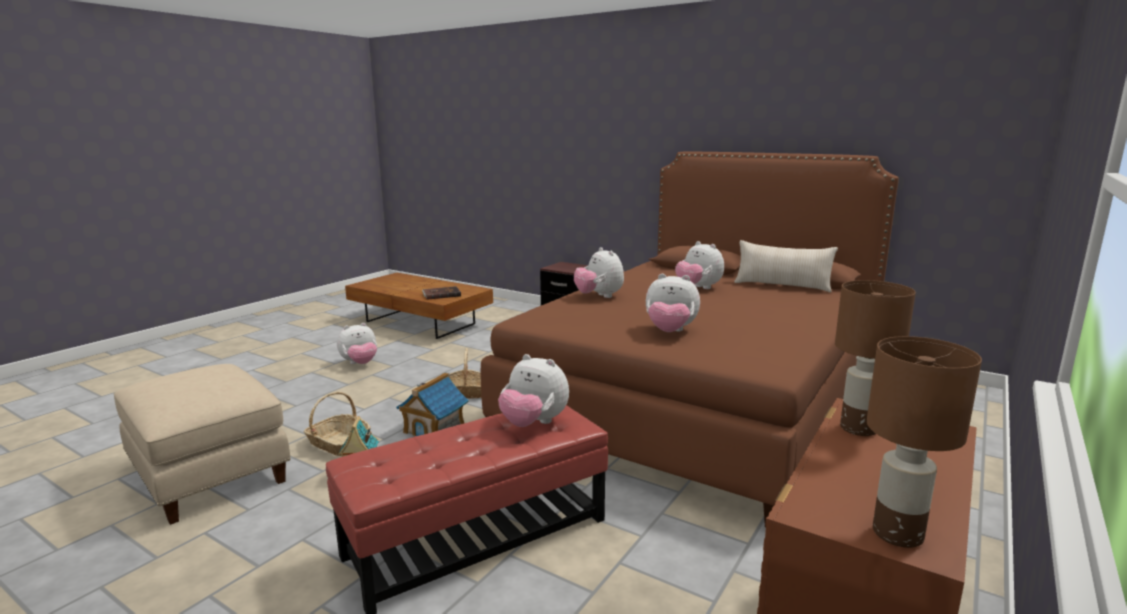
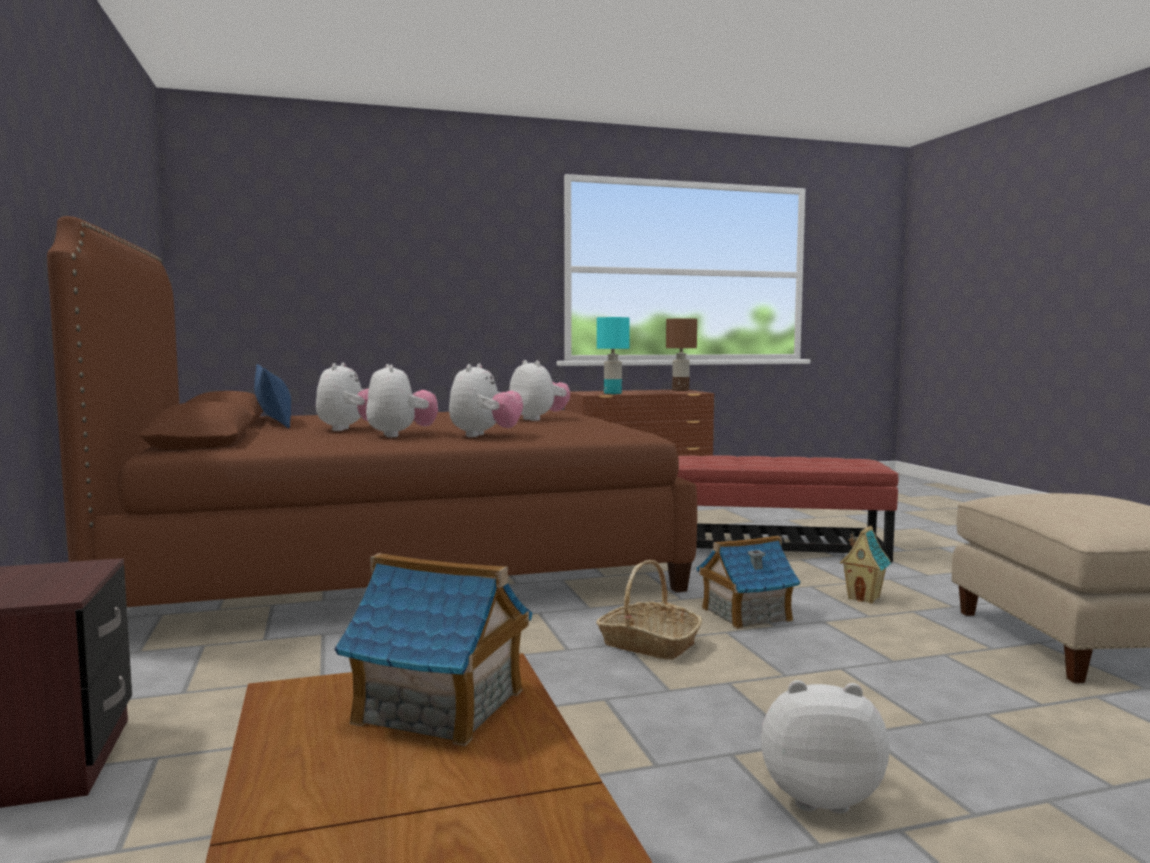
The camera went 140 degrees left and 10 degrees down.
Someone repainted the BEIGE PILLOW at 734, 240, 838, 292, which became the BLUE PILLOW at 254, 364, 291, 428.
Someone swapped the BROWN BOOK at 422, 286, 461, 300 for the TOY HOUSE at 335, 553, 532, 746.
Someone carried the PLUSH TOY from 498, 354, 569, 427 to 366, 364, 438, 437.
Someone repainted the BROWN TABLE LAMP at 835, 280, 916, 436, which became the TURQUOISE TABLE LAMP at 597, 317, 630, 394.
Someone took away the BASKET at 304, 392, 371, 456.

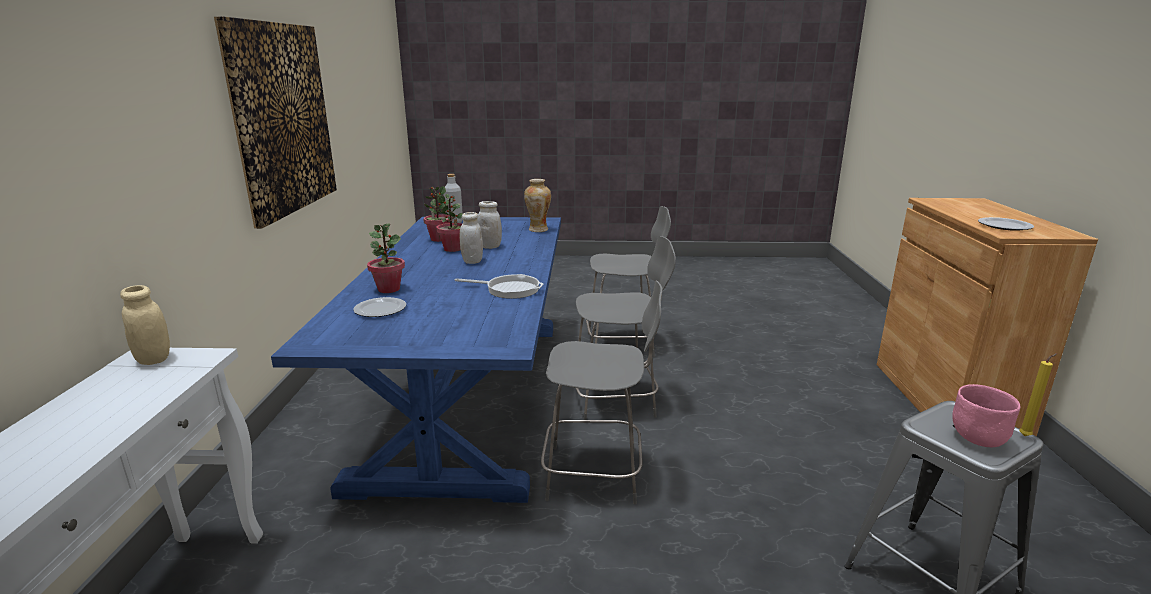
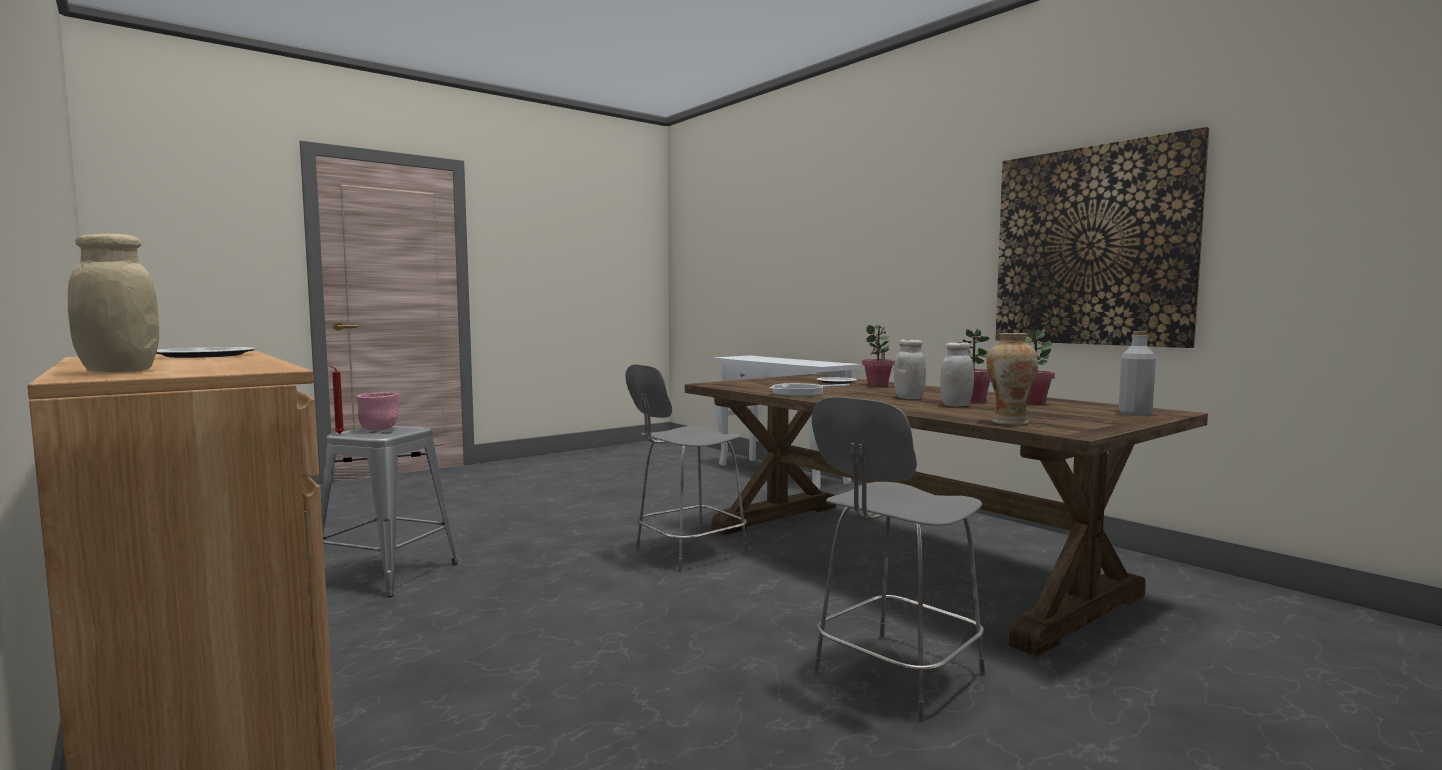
The camera went 140 degrees right and 15 degrees down.
Someone carried the BEIGE JAR from 120, 285, 170, 365 to 68, 234, 159, 372.
Someone repainted the YELLOW CANDLE at 1019, 353, 1058, 436, which became the RED CANDLE at 328, 365, 344, 434.
Someone repainted the BLUE DINING TABLE at 271, 217, 561, 503, which became the BROWN DINING TABLE at 685, 374, 1208, 657.
Someone took away the GREY CHAIR at 573, 236, 676, 420.

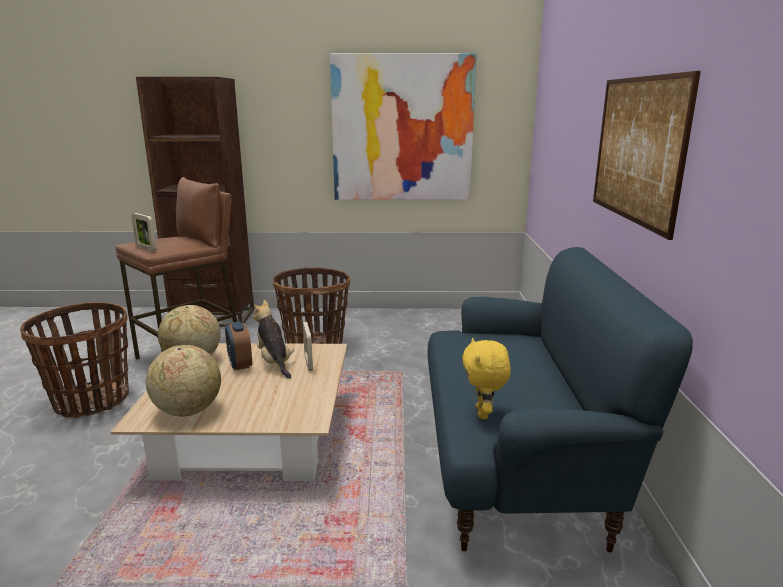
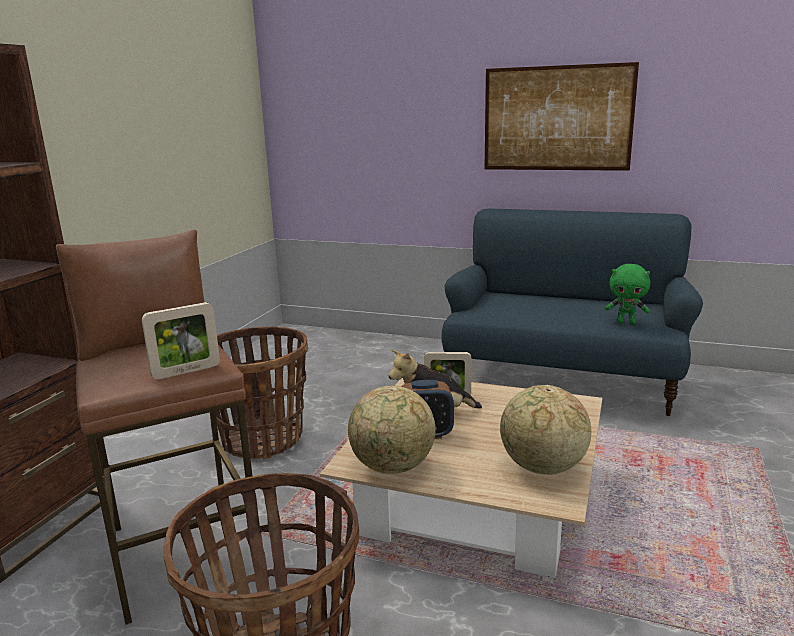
The camera went 70 degrees left and 0 degrees up.
Someone repainted the YELLOW PLUSH TOY at 462, 338, 511, 419, which became the GREEN PLUSH TOY at 605, 264, 651, 325.
Someone took away the PICTURE at 330, 53, 477, 200.

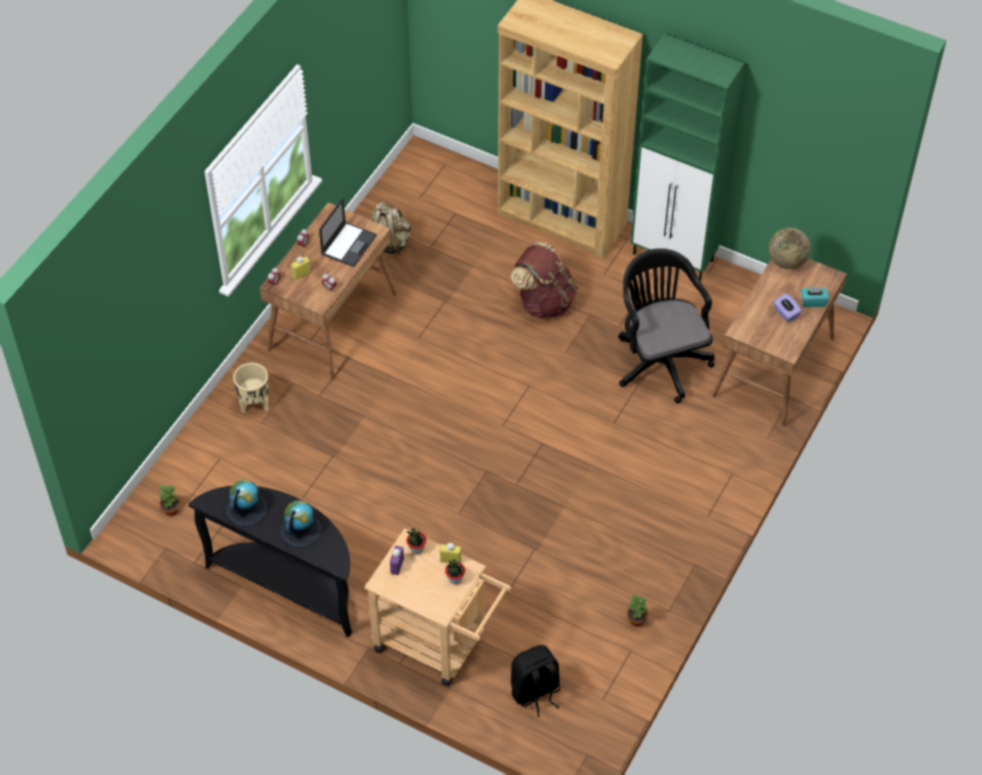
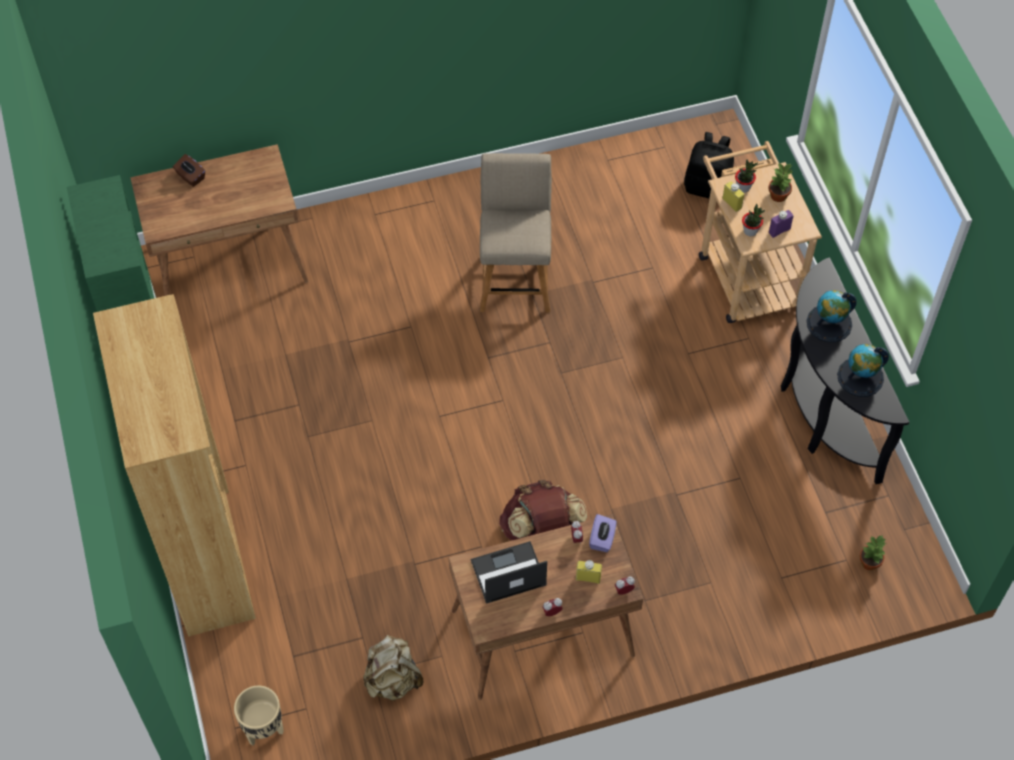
The camera went 135 degrees left and 5 degrees up.
Someone repainted the TURQUOISE TISSUE BOX at 801, 286, 829, 307, which became the BROWN TISSUE BOX at 173, 154, 205, 187.
Someone carried the BEIGE PLANTER from 233, 363, 269, 413 to 234, 685, 284, 746.
Someone put down the BEIGE CHAIR at 480, 153, 552, 312.
Someone carried the BROWN BACKPACK from 511, 242, 578, 319 to 499, 480, 587, 541.
Someone carried the PURPLE TISSUE BOX from 773, 293, 802, 323 to 589, 514, 617, 552.
Someone carried the POTTED PLANT from 627, 594, 648, 627 to 768, 163, 793, 202.
Someone took away the BLACK OFFICE CHAIR at 618, 248, 715, 403.
Someone took away the GLOBE at 769, 228, 811, 269.

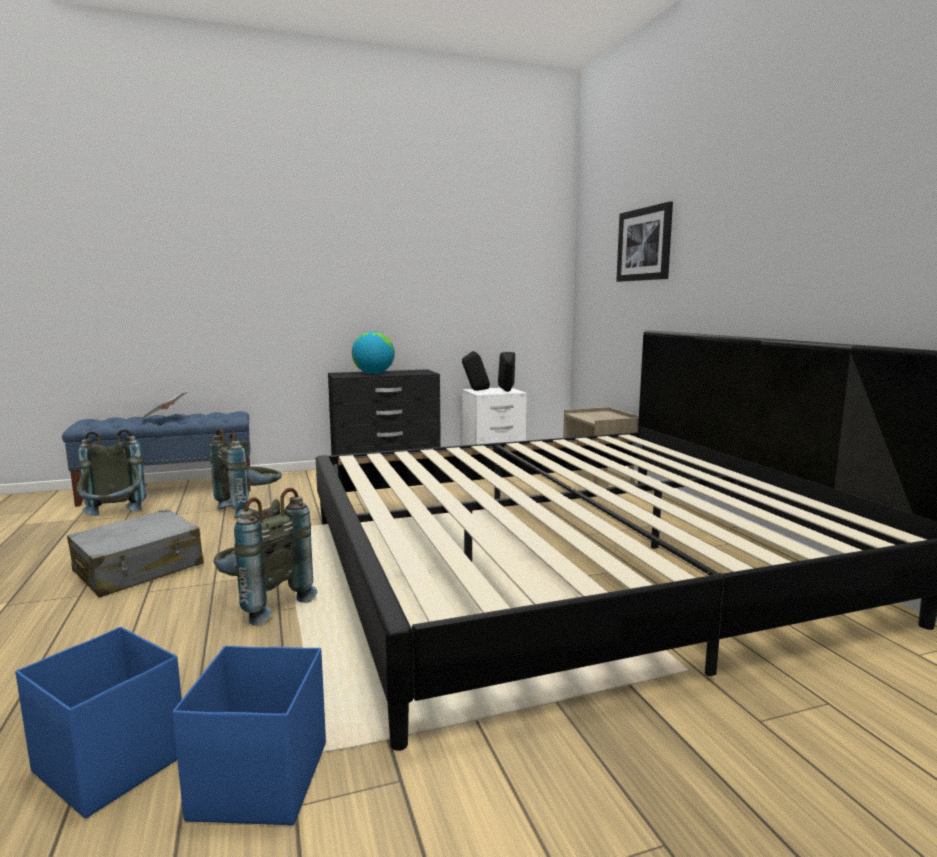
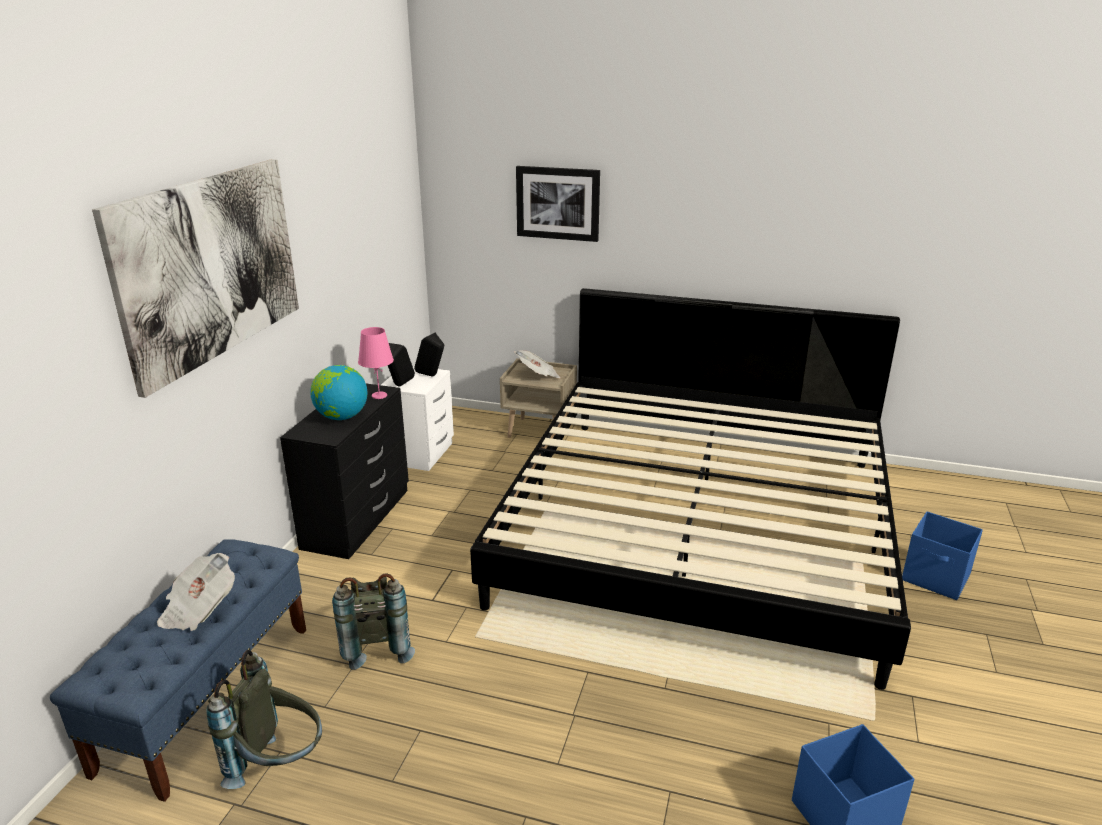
The camera went 55 degrees left and 15 degrees up.
Someone put up the PICTURE at 92, 159, 299, 398.
Someone put down the PINK TABLE LAMP at 358, 327, 394, 399.
Someone put down the NEWSPAPER at 514, 350, 560, 378.
Someone carried the BLUE STORAGE BOX from 172, 646, 326, 825 to 902, 511, 983, 600.
Someone took away the GREY SUITCASE at 67, 509, 204, 598.
Someone took away the GREY BACKPACK at 214, 488, 318, 625.

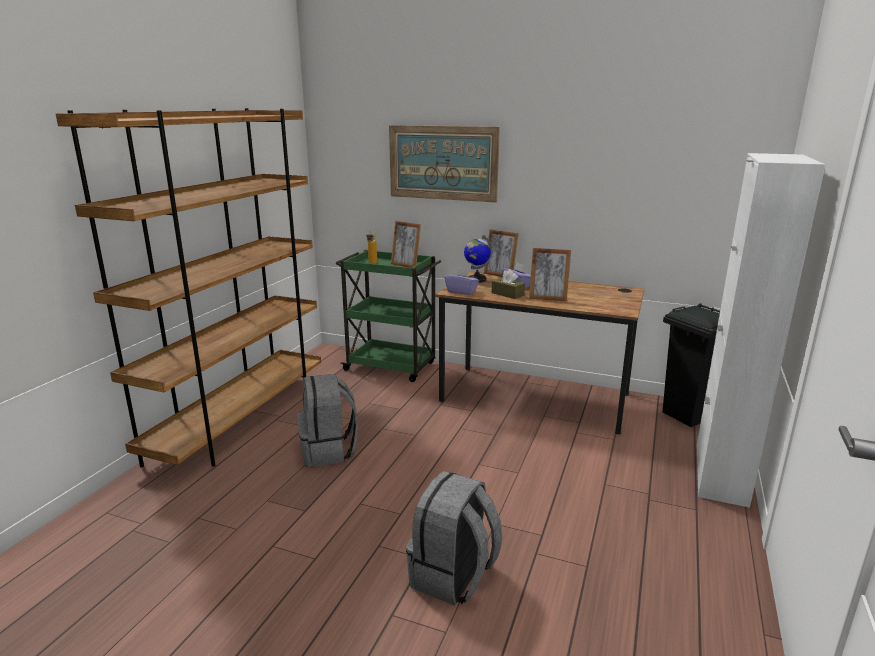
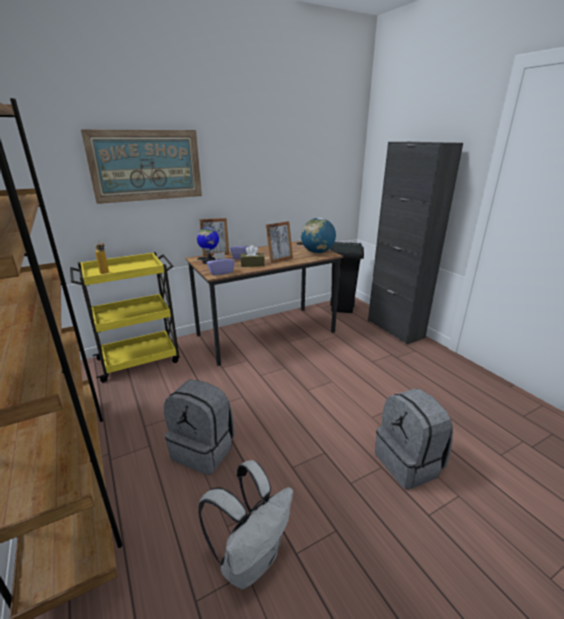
The camera went 50 degrees left and 5 degrees up.
Someone repainted the GREEN CART at 336, 250, 441, 382, which became the YELLOW CART at 70, 252, 180, 382.
Someone put down the WHITE BACKPACK at 198, 460, 293, 589.
Someone put down the GLOBE at 301, 218, 336, 253.
Someone repainted the WHITE CABINET at 697, 153, 826, 508, which became the BLACK CABINET at 368, 142, 463, 344.
Someone took away the PICTURE FRAME at 391, 221, 421, 268.

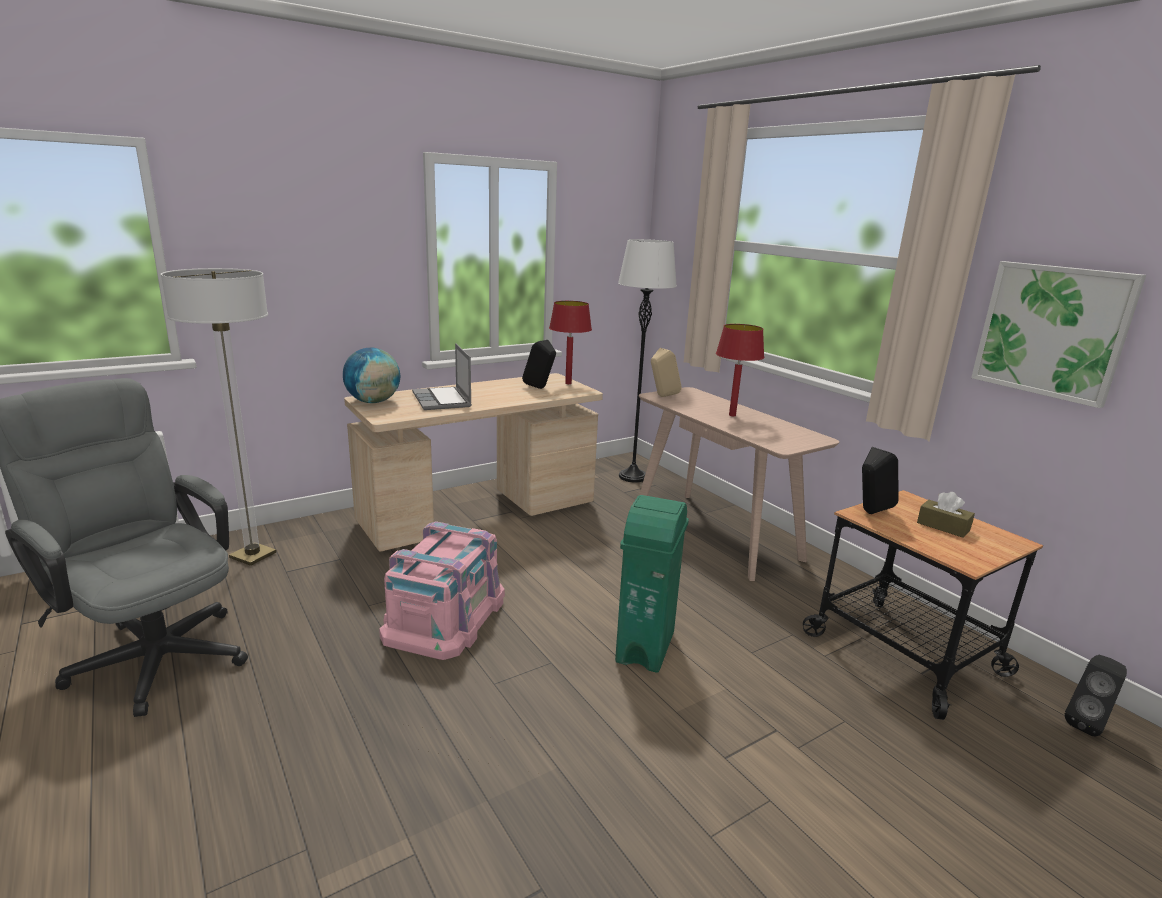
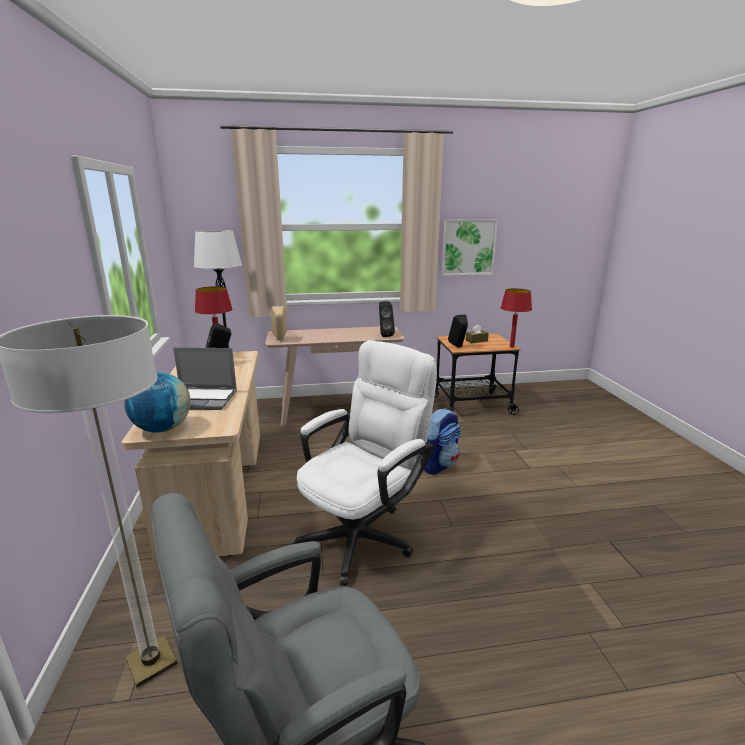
The camera went 65 degrees left and 0 degrees up.
Someone swapped the PINK STORAGE BOX at 379, 521, 505, 660 for the WHITE OFFICE CHAIR at 293, 340, 437, 586.
Someone carried the BLACK SPEAKER from 1065, 655, 1127, 736 to 379, 301, 395, 337.
Someone swapped the GREEN TRASH CAN at 615, 495, 689, 673 for the BACKPACK at 424, 408, 461, 474.
Someone carried the RED TABLE LAMP from 716, 324, 764, 416 to 501, 289, 532, 348.

